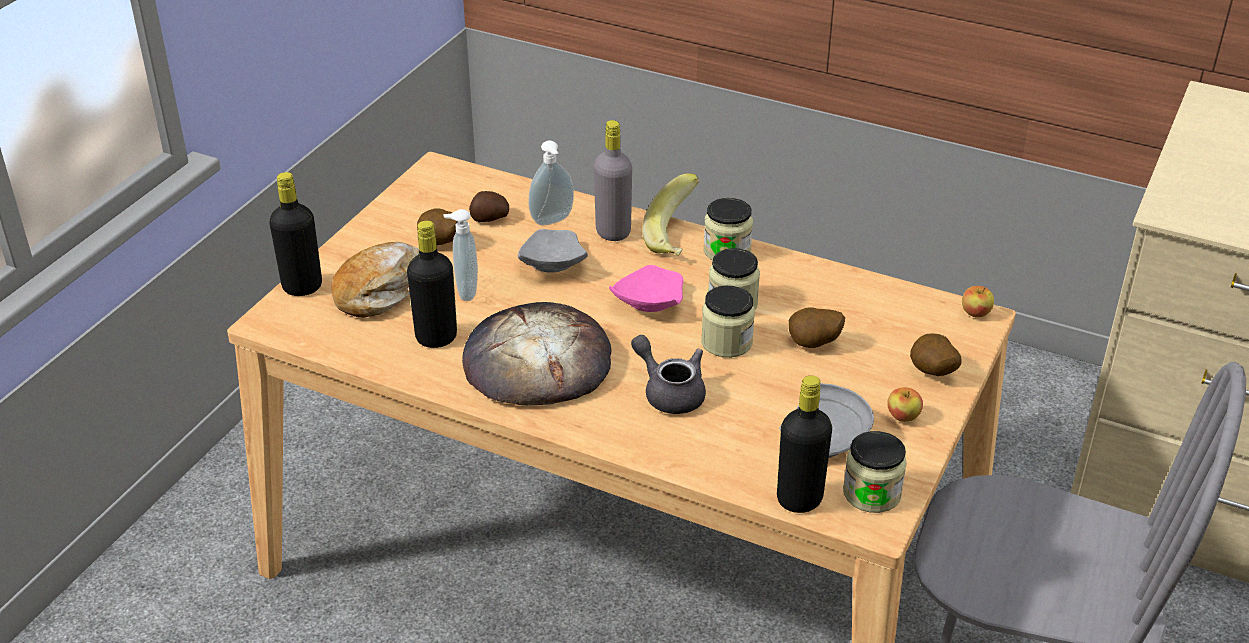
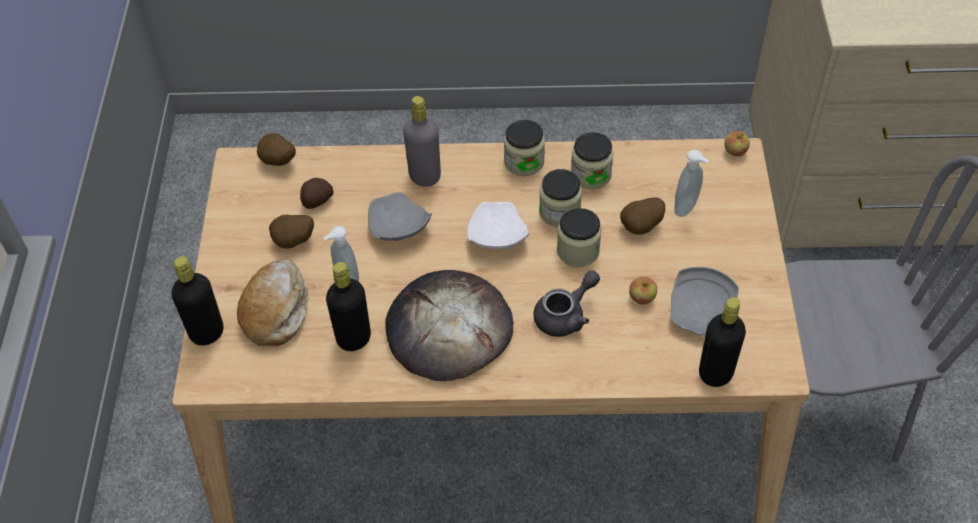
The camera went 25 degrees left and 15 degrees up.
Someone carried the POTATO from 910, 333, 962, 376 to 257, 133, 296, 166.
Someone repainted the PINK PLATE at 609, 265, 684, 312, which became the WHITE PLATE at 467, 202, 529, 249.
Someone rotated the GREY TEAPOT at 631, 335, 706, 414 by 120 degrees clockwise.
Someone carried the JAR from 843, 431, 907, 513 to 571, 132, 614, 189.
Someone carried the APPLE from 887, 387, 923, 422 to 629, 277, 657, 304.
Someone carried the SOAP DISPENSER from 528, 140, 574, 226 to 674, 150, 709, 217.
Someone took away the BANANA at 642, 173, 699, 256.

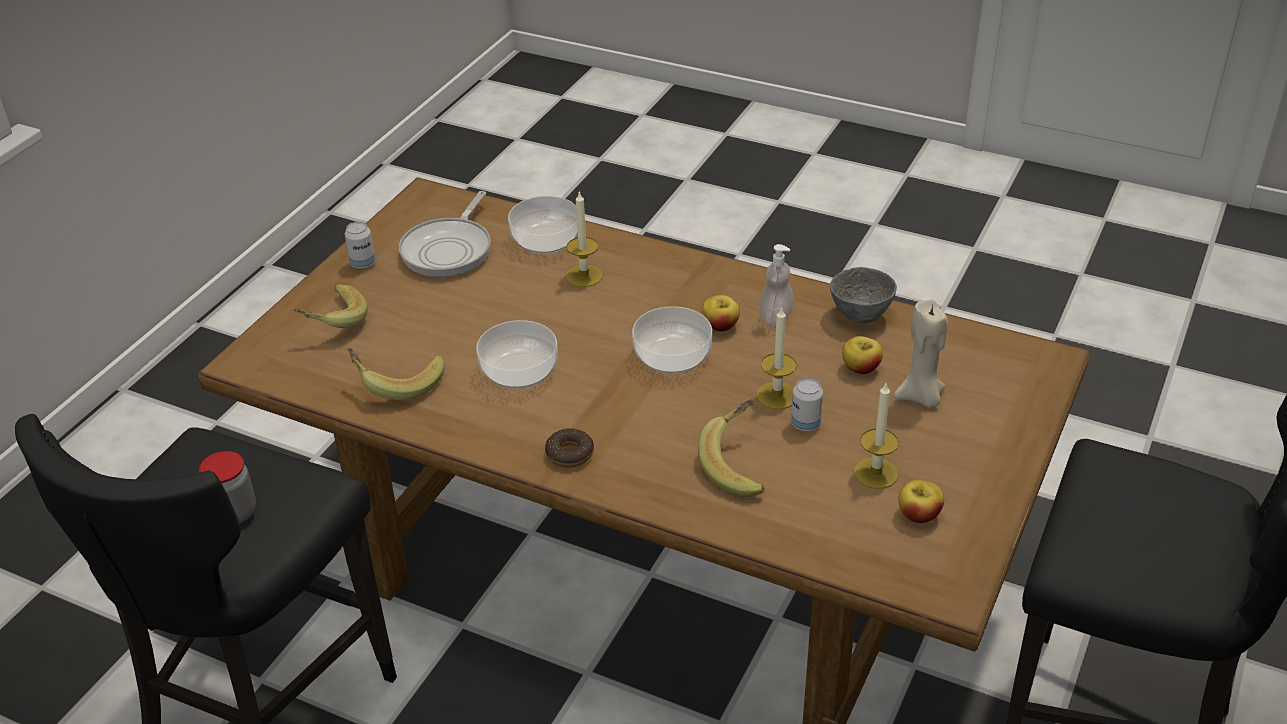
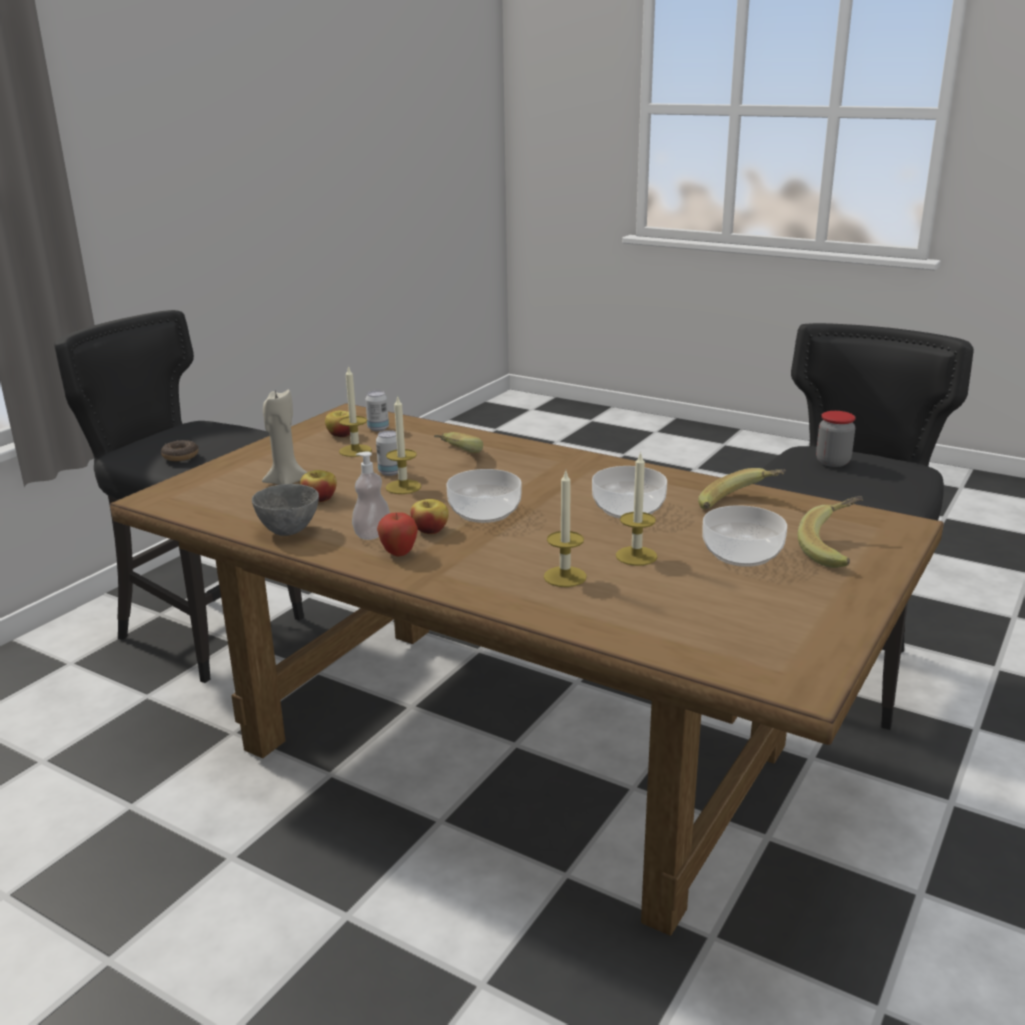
The camera went 175 degrees left and 15 degrees down.
Someone carried the DONUT from 545, 428, 594, 468 to 161, 440, 198, 461.
Someone carried the CAN from 345, 222, 375, 269 to 365, 391, 389, 431.
Someone put down the APPLE at 377, 512, 418, 556.
Someone put down the CANDLE at 616, 451, 657, 566.
Someone carried the BOWL from 508, 196, 578, 255 to 702, 505, 787, 567.
Someone took away the FRYING PAN at 399, 191, 491, 277.

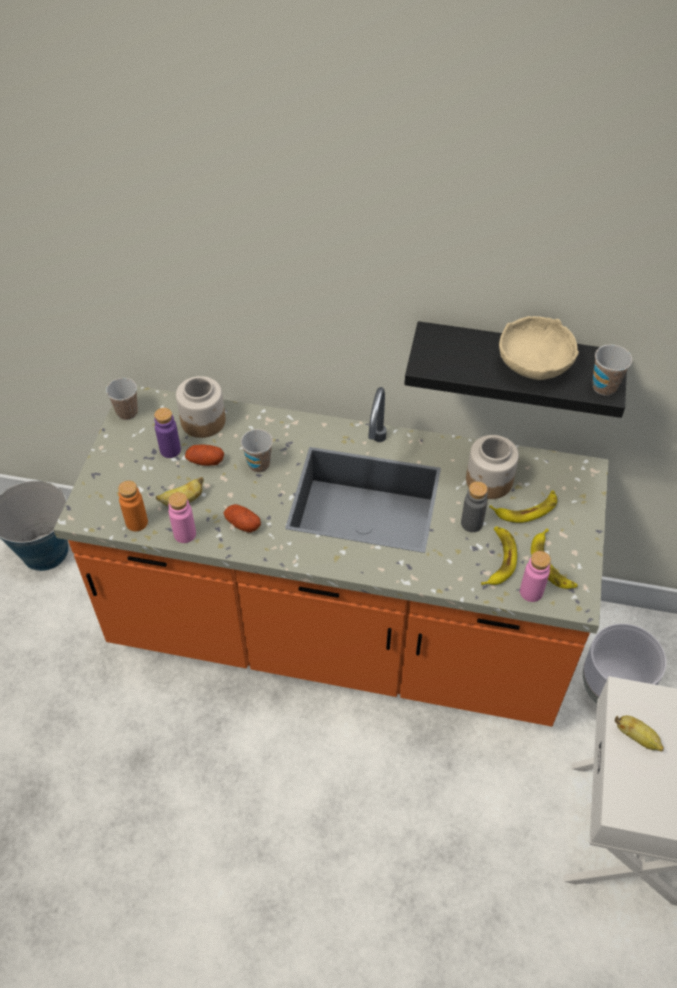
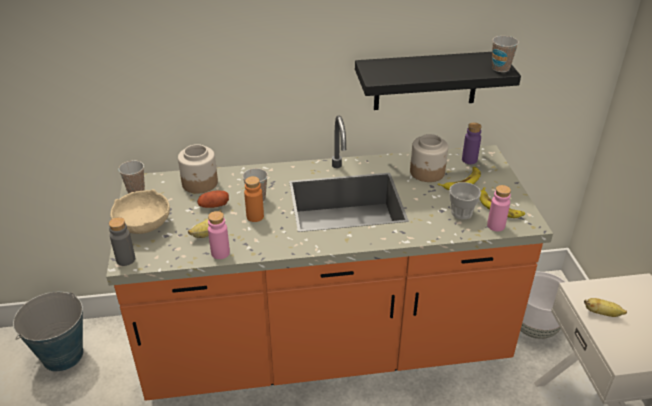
The camera went 20 degrees left and 15 degrees down.
Someone carried the GREY BOTTLE from 461, 481, 488, 532 to 109, 217, 135, 266.
Someone carried the BEIGE BOWL from 499, 316, 579, 380 to 110, 189, 170, 234.
Someone carried the ORANGE BOTTLE from 118, 481, 148, 531 to 244, 176, 264, 222.
Someone swapped the BANANA at 481, 526, 517, 585 for the CUP at 449, 182, 481, 219.
Someone carried the PURPLE BOTTLE from 154, 408, 181, 458 to 462, 122, 482, 164.
Someone took away the POTATO at 224, 504, 261, 533.

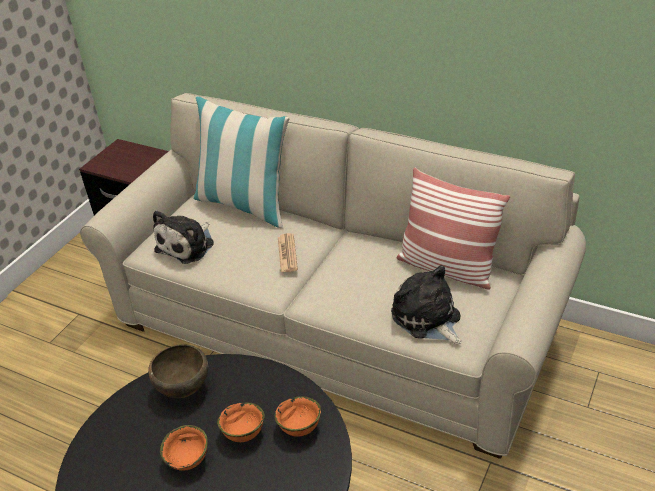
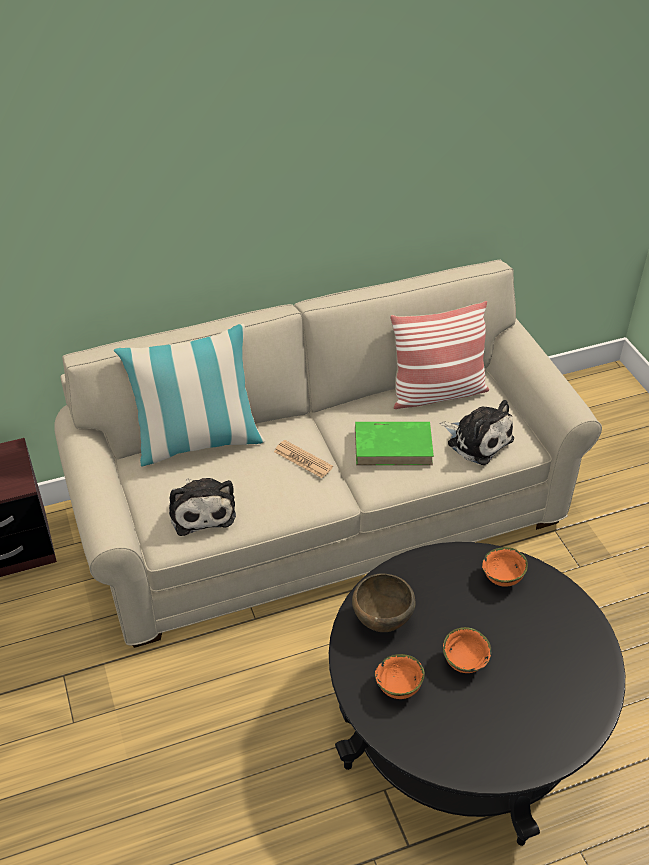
The camera went 50 degrees left and 5 degrees up.
Someone put down the GREEN BOOK at 355, 422, 434, 465.
Someone carried the ORANGE BOWL from 217, 402, 265, 442 to 375, 654, 425, 699.
Someone rotated the PLUSH TOY at 391, 265, 462, 344 by 150 degrees counterclockwise.

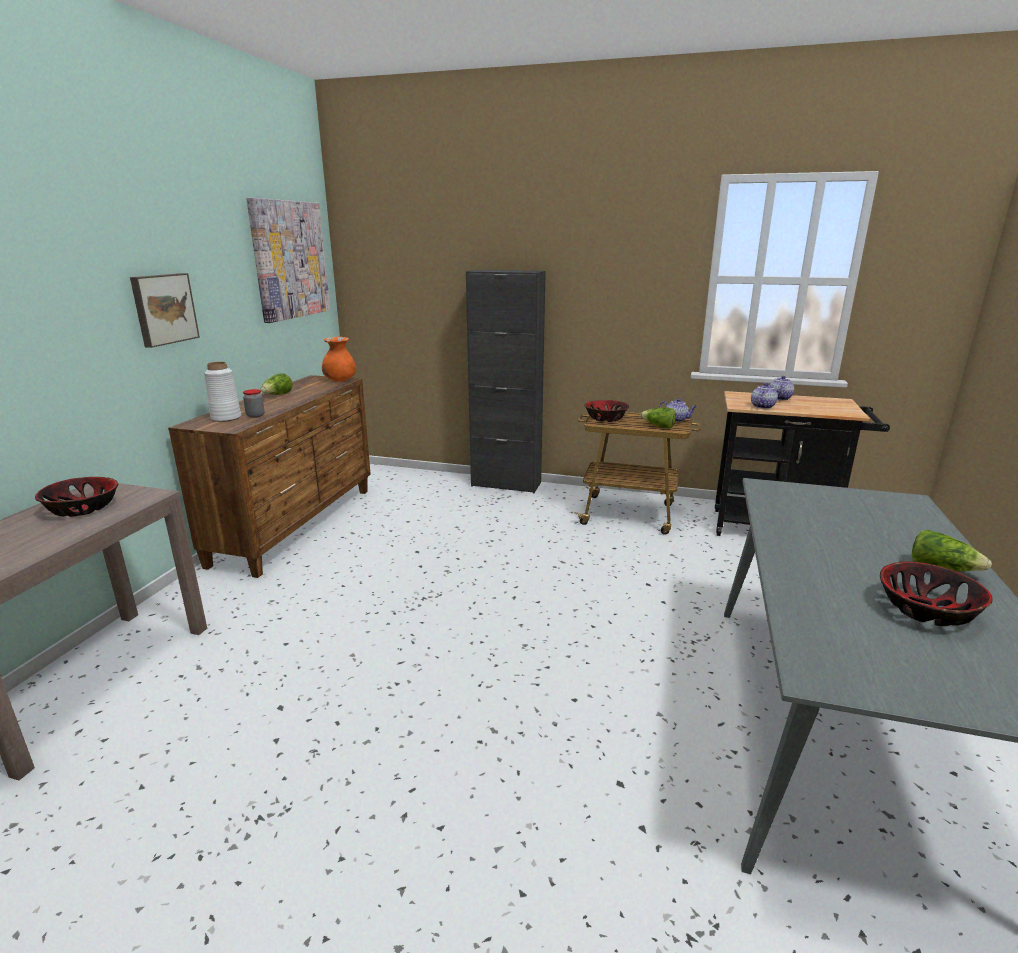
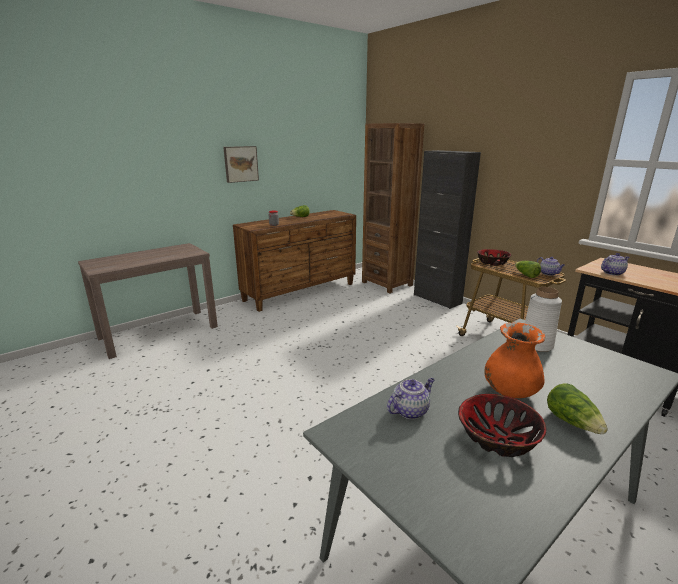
The camera went 35 degrees right and 0 degrees up.
Someone put down the BROWN BOOKCASE at 362, 123, 424, 293.
Someone carried the TEAPOT from 770, 376, 794, 400 to 387, 378, 435, 419.
Someone carried the ORANGE VASE from 322, 337, 356, 382 to 484, 323, 545, 398.
Someone carried the WHITE VASE from 204, 362, 241, 422 to 525, 287, 562, 352.
Someone took away the BOWL at 35, 477, 118, 517.
Someone took away the PICTURE at 247, 198, 330, 323.

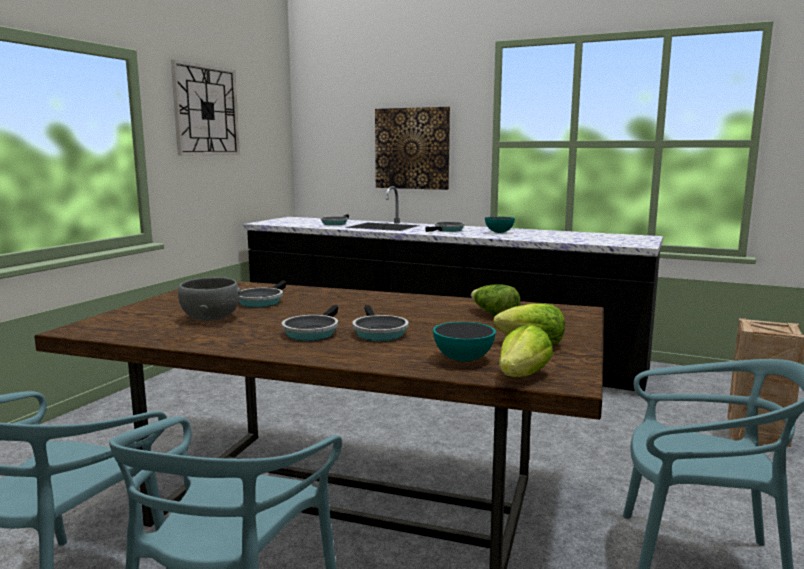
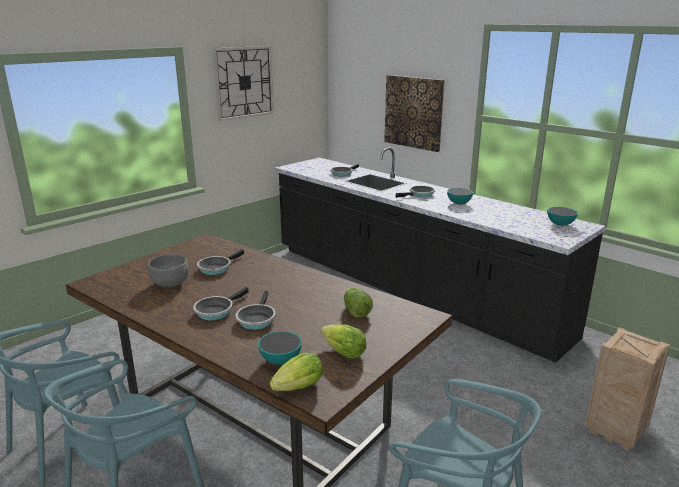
The camera went 20 degrees right and 10 degrees up.
Someone put down the BOWL at 547, 207, 578, 226.

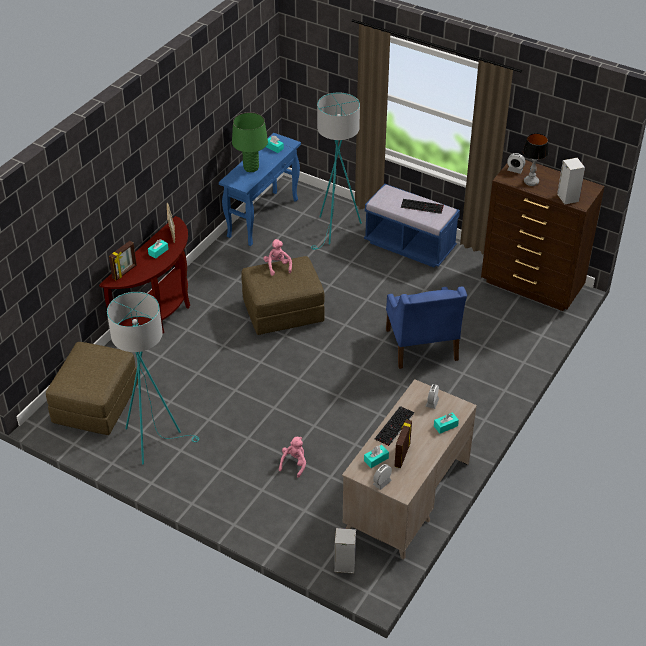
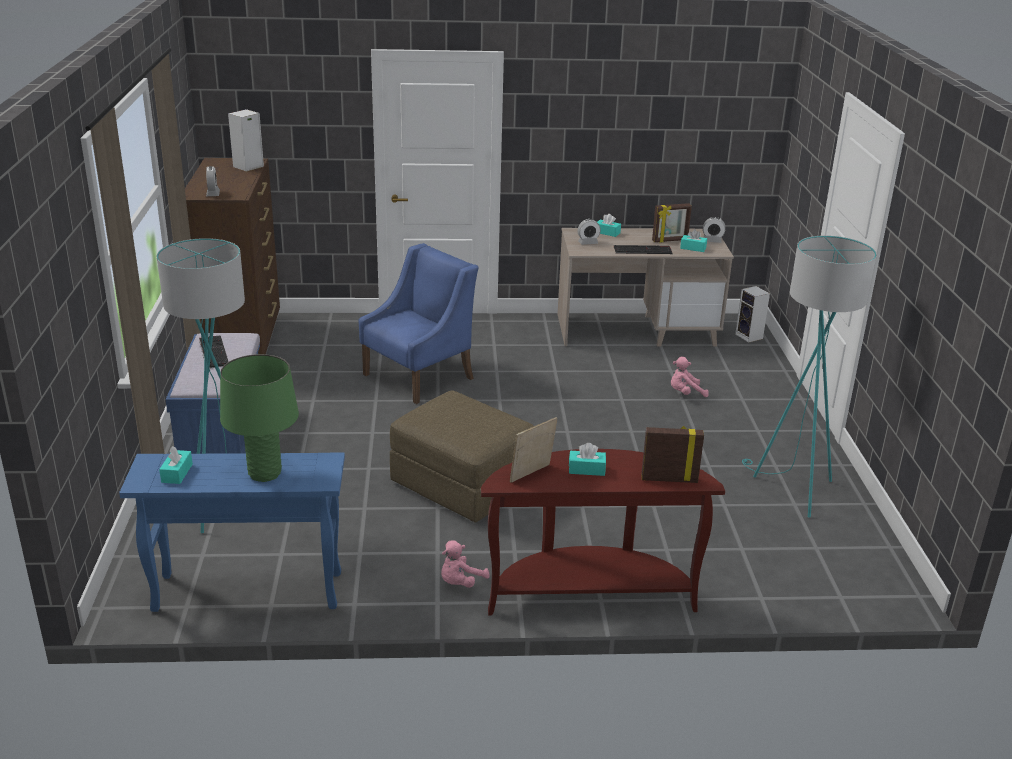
The camera went 125 degrees left and 15 degrees down.
Someone carried the PINK PLUSH TOY from 263, 239, 292, 276 to 441, 540, 489, 588.
Someone took away the BROWN OTTOMAN at 46, 342, 138, 435.
Someone took away the TABLE LAMP at 523, 133, 549, 186.

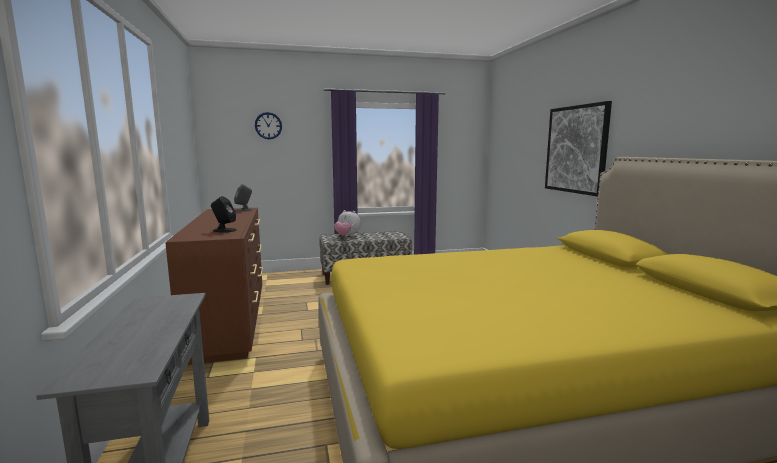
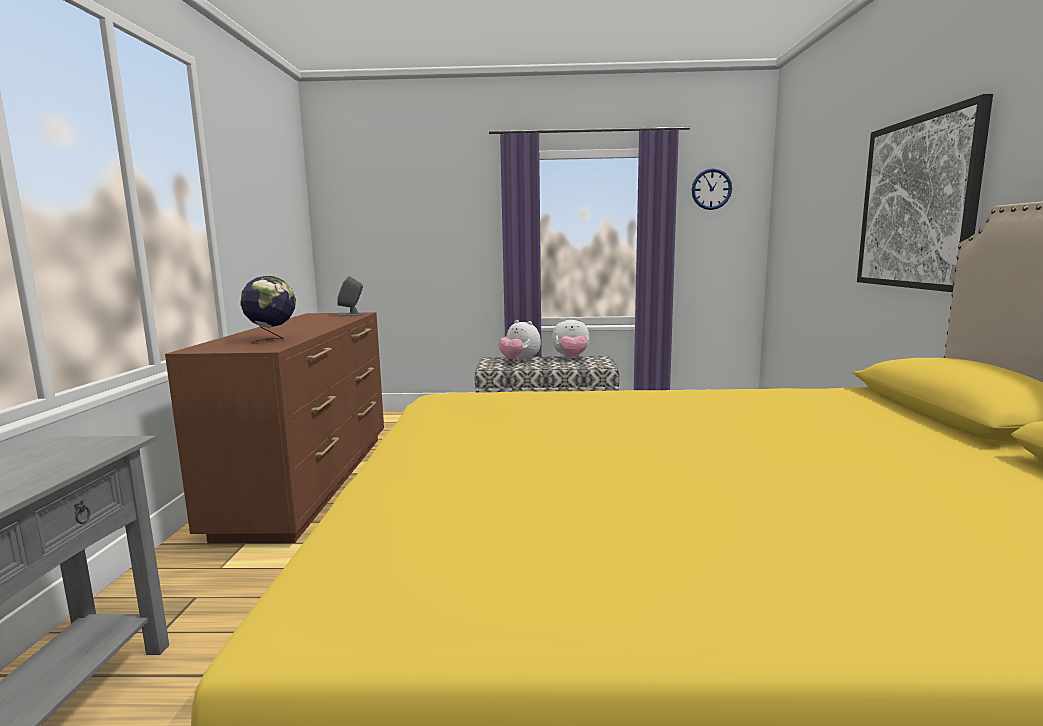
The camera went 15 degrees right and 0 degrees up.
Someone swapped the BLACK SPEAKER at 211, 196, 236, 232 for the GLOBE at 240, 276, 296, 344.
Someone put down the PLUSH TOY at 552, 318, 589, 358.
Someone carried the WALL CLOCK from 255, 112, 282, 139 to 692, 168, 732, 210.

